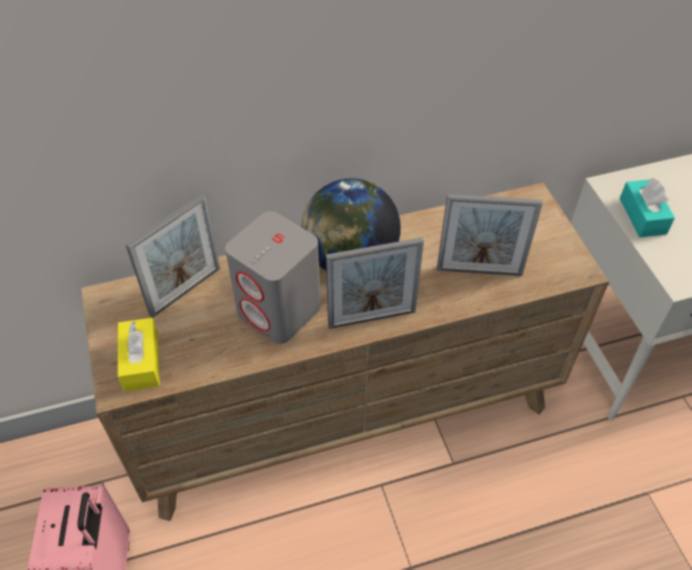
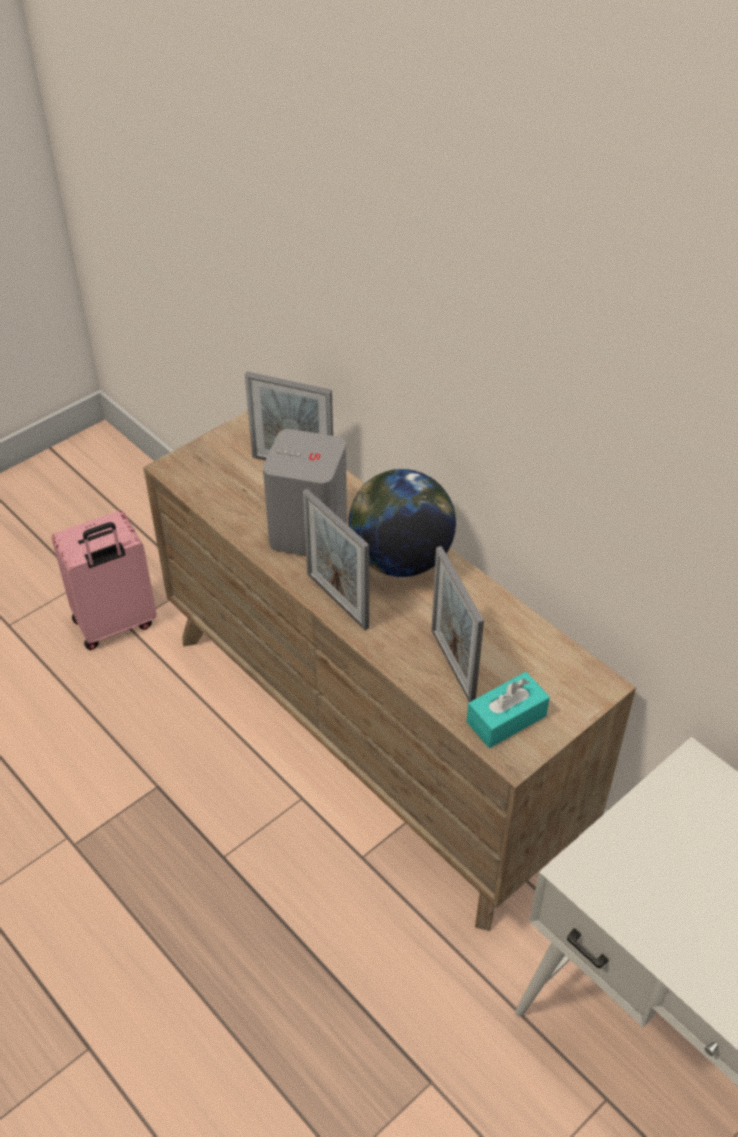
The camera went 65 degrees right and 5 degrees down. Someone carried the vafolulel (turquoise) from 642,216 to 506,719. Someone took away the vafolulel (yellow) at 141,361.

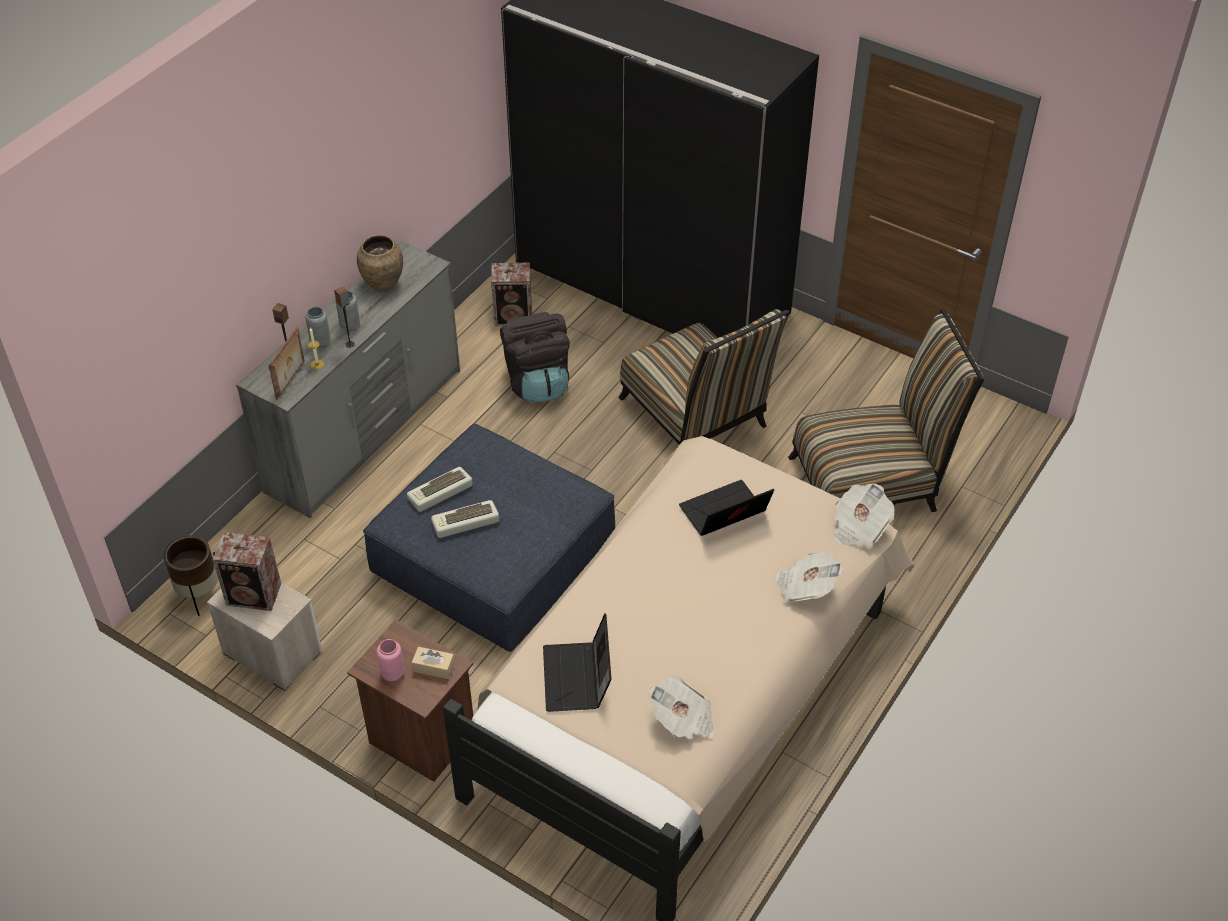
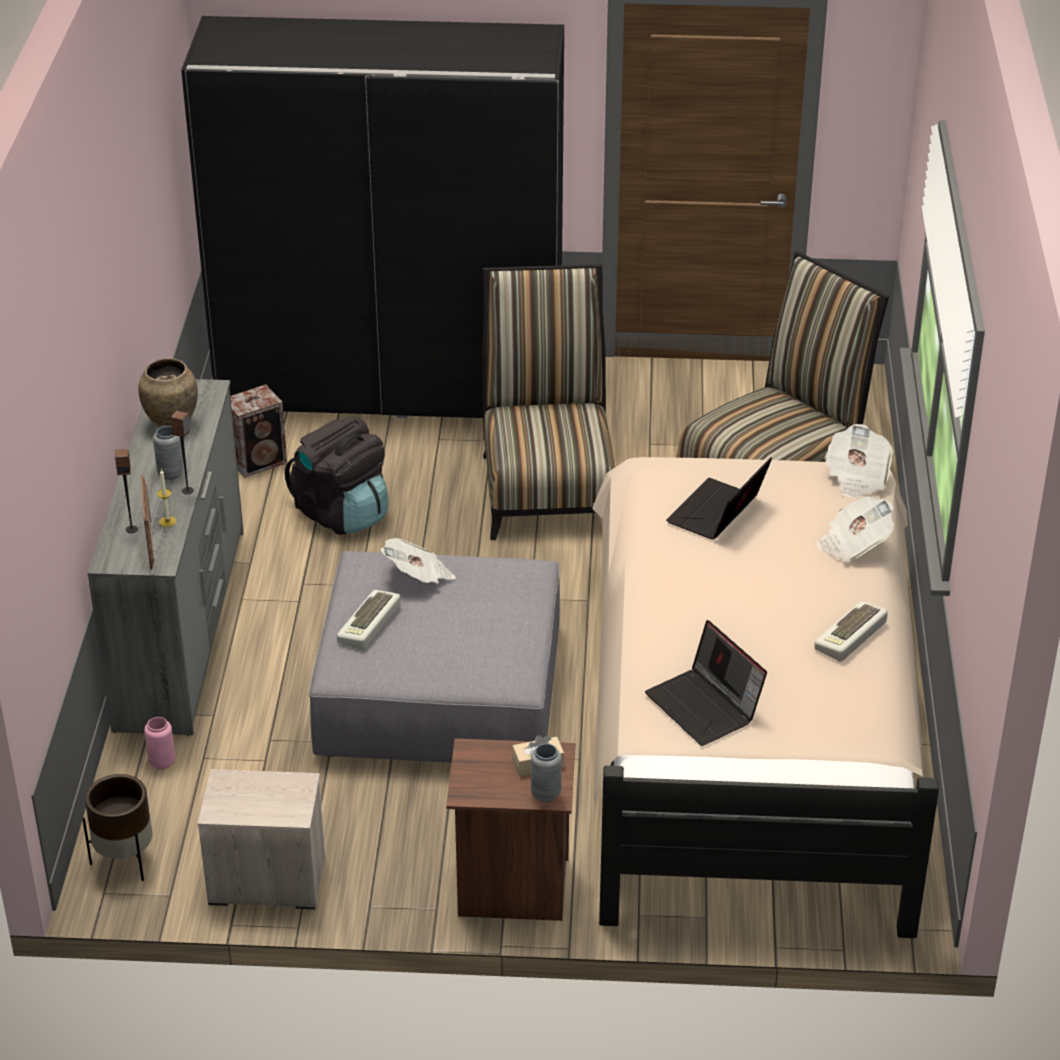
The camera went 30 degrees left and 10 degrees down. Someone carried the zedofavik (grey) from 320,342 to 545,794. Someone rotated the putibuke at 697,418 by 120 degrees counterclockwise. Someone repainted the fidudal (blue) at 493,557, which became the fidudal (grey) at 440,692. Someone carried the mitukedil from 465,523 to 851,637. Someone took away the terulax at 255,595. Someone carried the zedofavik (pink) from 393,674 to 162,762. Someone carried the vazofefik from 683,720 to 419,577.

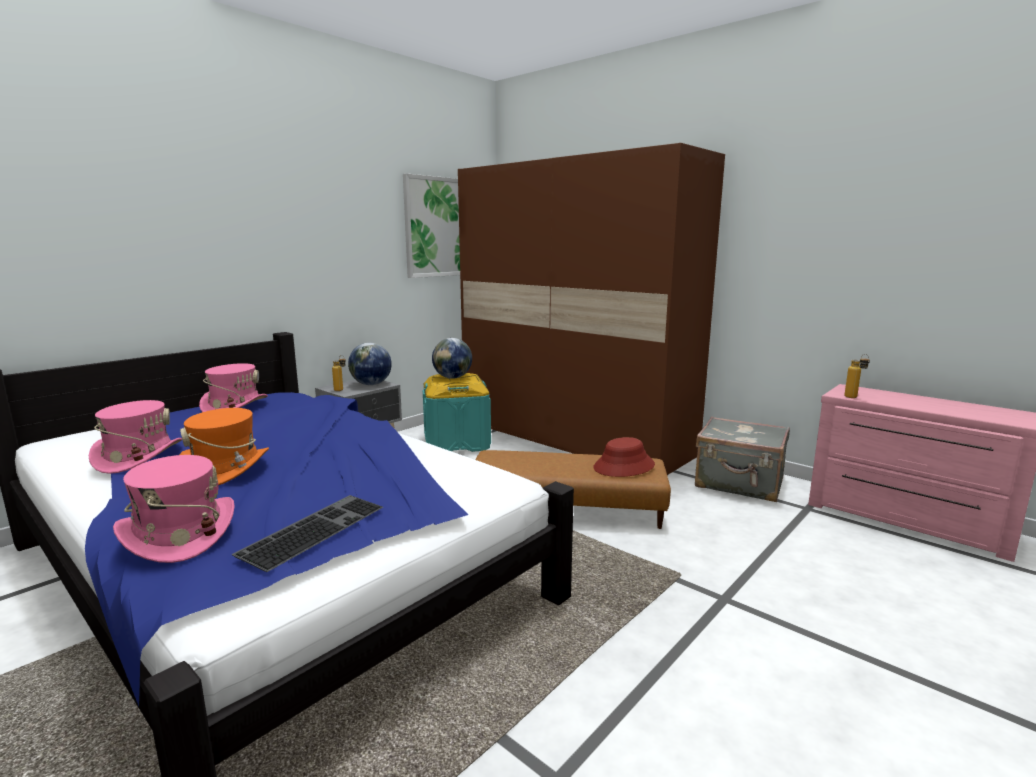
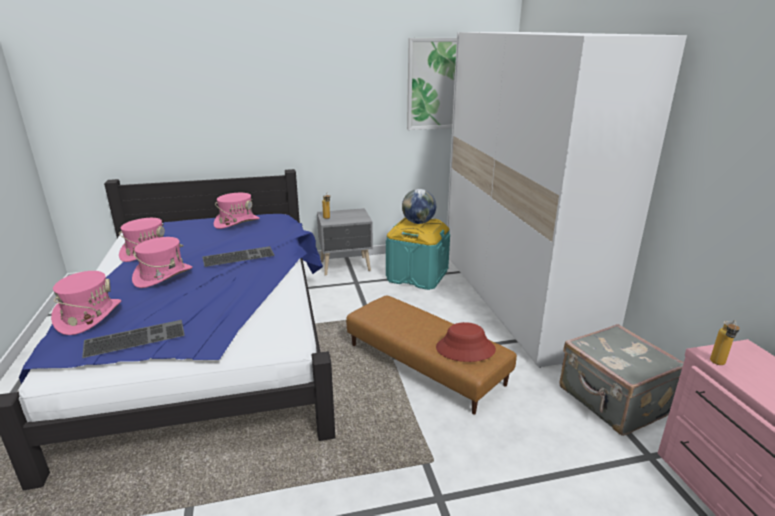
The camera went 35 degrees right and 10 degrees up. Someone repainted the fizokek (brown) at 572,438, which became the fizokek (white) at 515,298. Someone took away the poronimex at 371,384. Someone repainted the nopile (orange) at 226,469, which became the nopile (pink) at 163,276. Someone put down the mitukedil at 239,256.

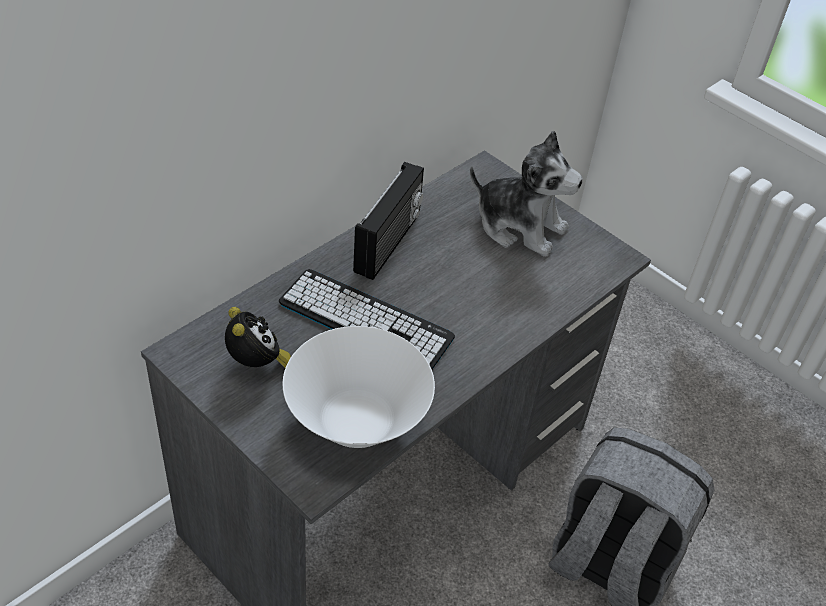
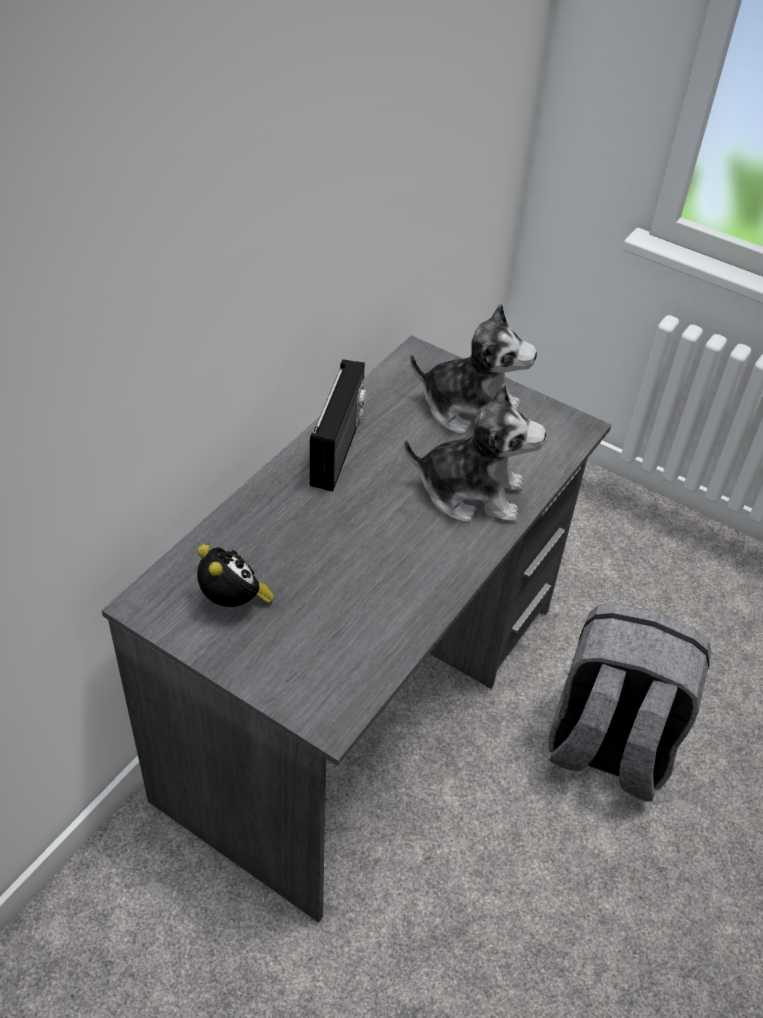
The camera went 10 degrees left and 0 degrees up. Someone took away the mitukedil at 365,320. Someone took away the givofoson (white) at 356,421. Someone put down the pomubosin at 471,493.

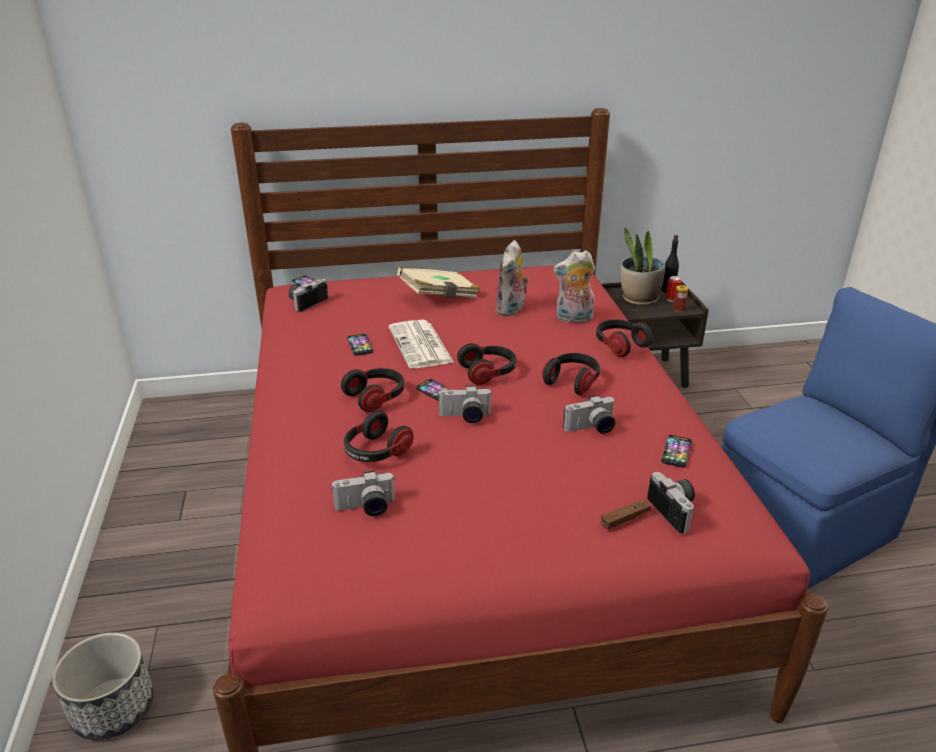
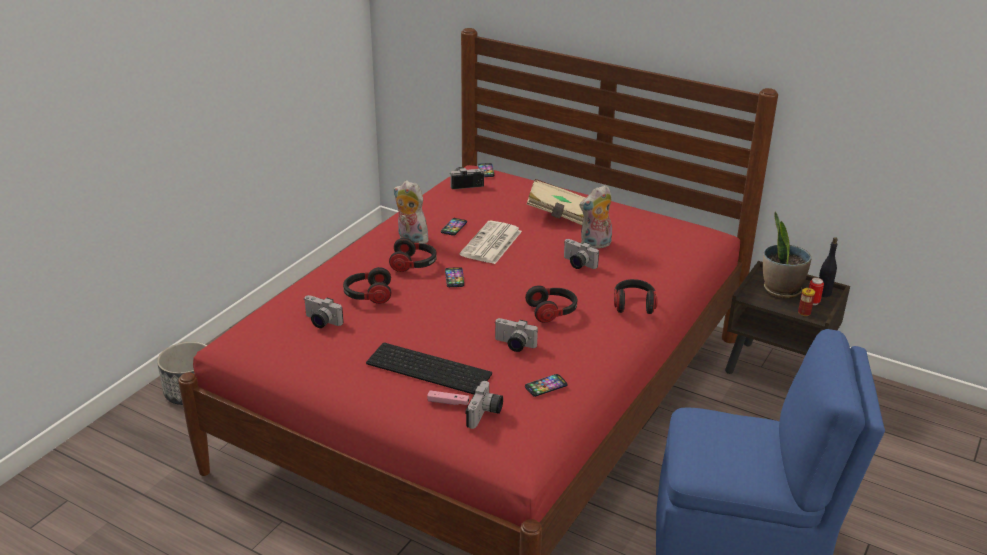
The camera went 40 degrees right and 0 degrees up. Someone carried the pomubosin from 573,319 to 410,239. Someone took away the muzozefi at 488,373. Someone carried the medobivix from 465,417 to 577,264. Someone repainted the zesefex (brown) at 625,519, which became the zesefex (pink) at 448,402. Someone put down the mitukedil at 431,368.

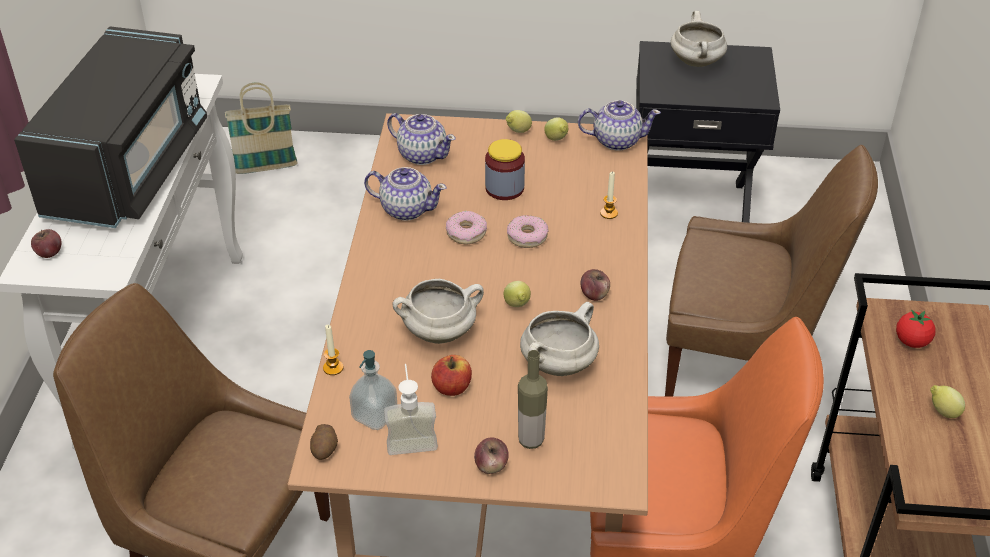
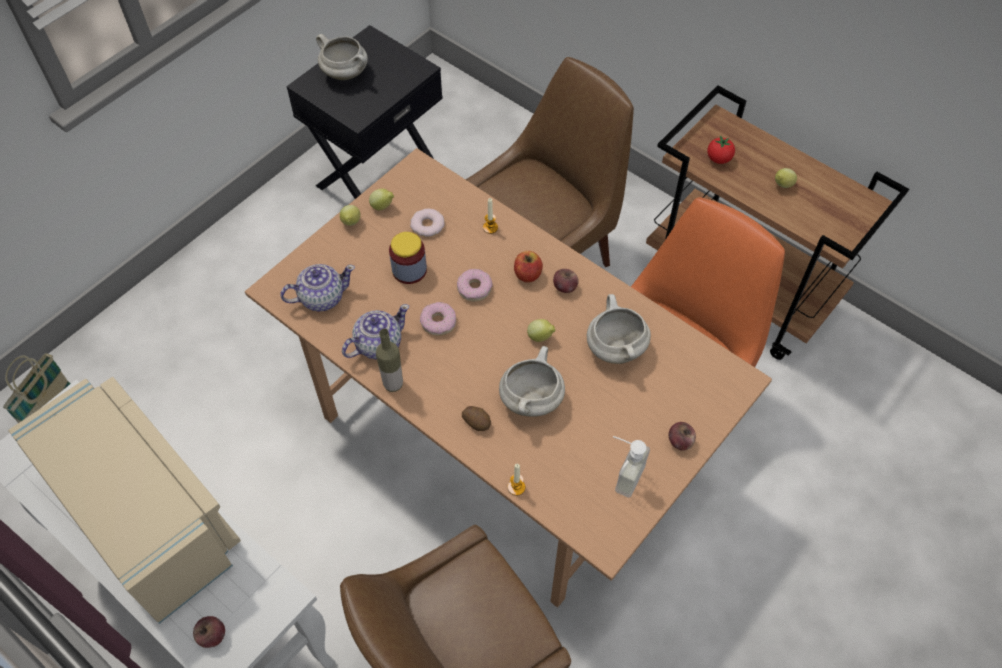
The camera went 55 degrees left and 15 degrees up. Someone repainted the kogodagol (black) at 129,168, which became the kogodagol (beige) at 146,517. Someone took away the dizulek at 616,140. Someone took away the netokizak at 375,415. Someone carried the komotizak from 531,440 to 393,384. Someone carried the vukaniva from 452,387 to 527,274. Someone carried the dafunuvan from 325,449 to 477,422. Someone put down the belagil at 427,225.

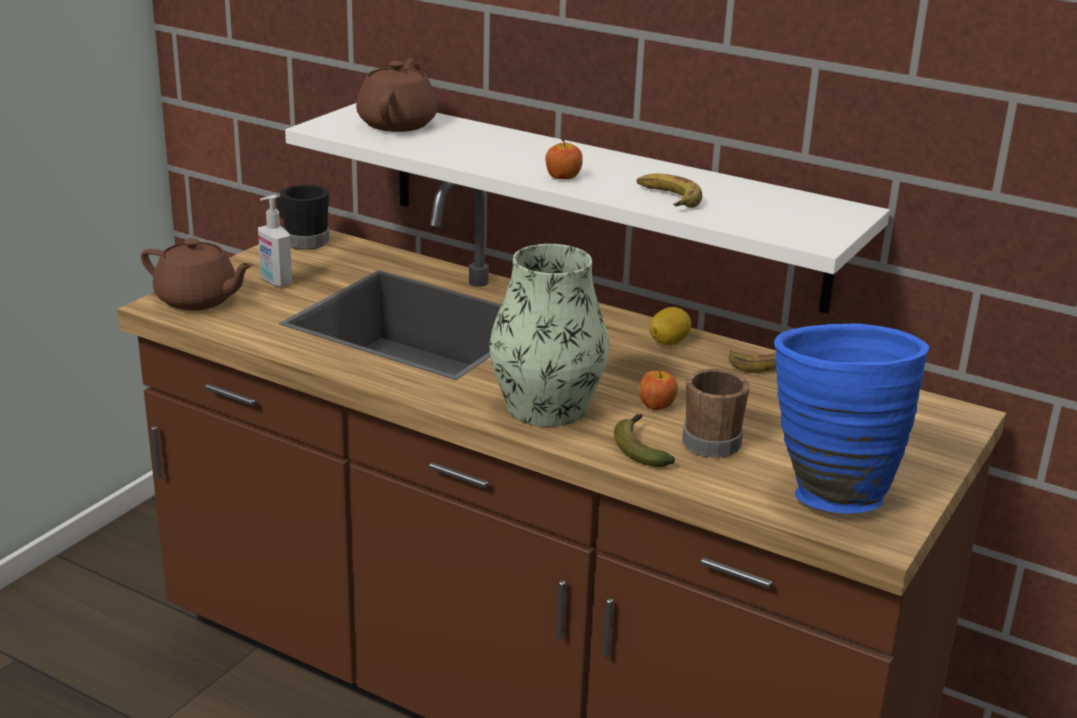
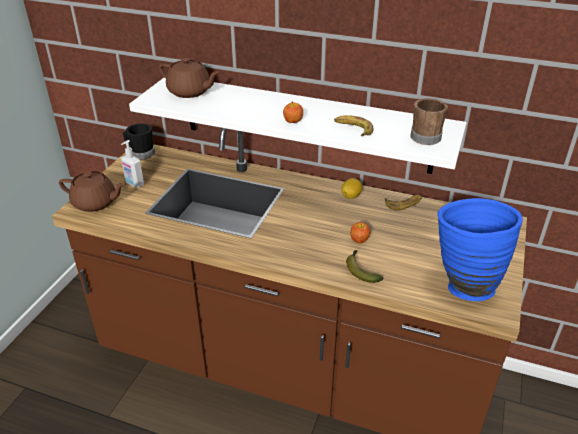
The camera went 10 degrees left and 10 degrees up. Someone rotated the dizulek (brown) at 398,123 by 120 degrees clockwise. Someone took away the zedofavik at 547,406. Someone carried the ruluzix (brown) from 712,439 to 425,135.

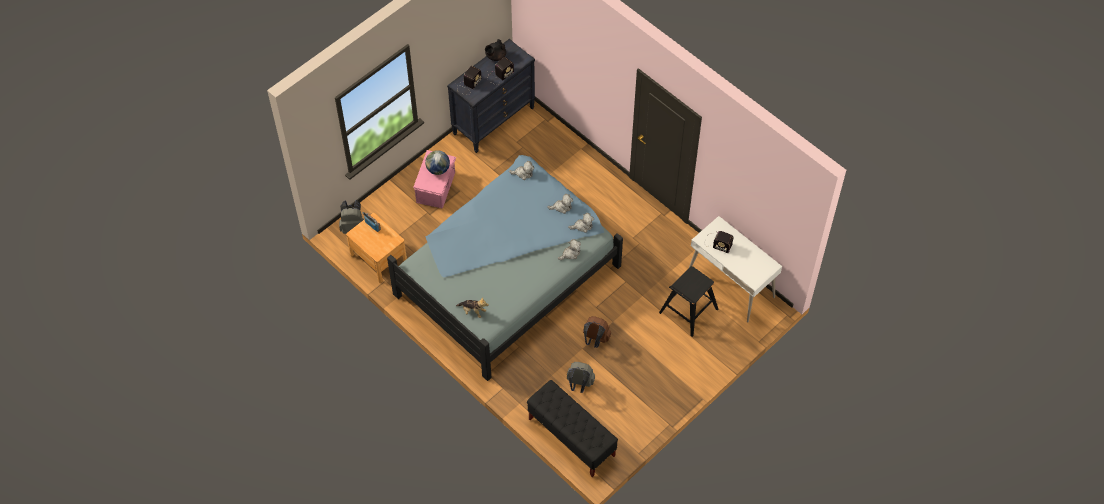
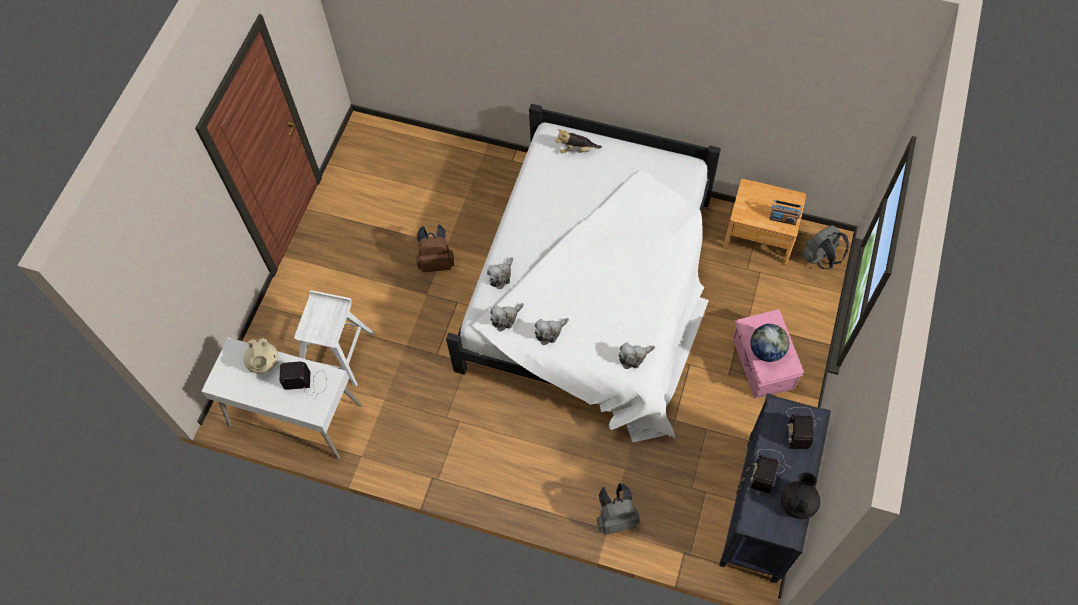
The camera went 155 degrees right and 5 degrees up. Someone repainted the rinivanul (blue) at 506,273, which became the rinivanul (white) at 593,292. Someone repainted the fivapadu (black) at 688,311, which became the fivapadu (white) at 337,352. Someone carried the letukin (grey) from 579,384 to 616,518. Someone took away the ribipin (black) at 571,437. Someone put down the dizulek (beige) at 264,363.

